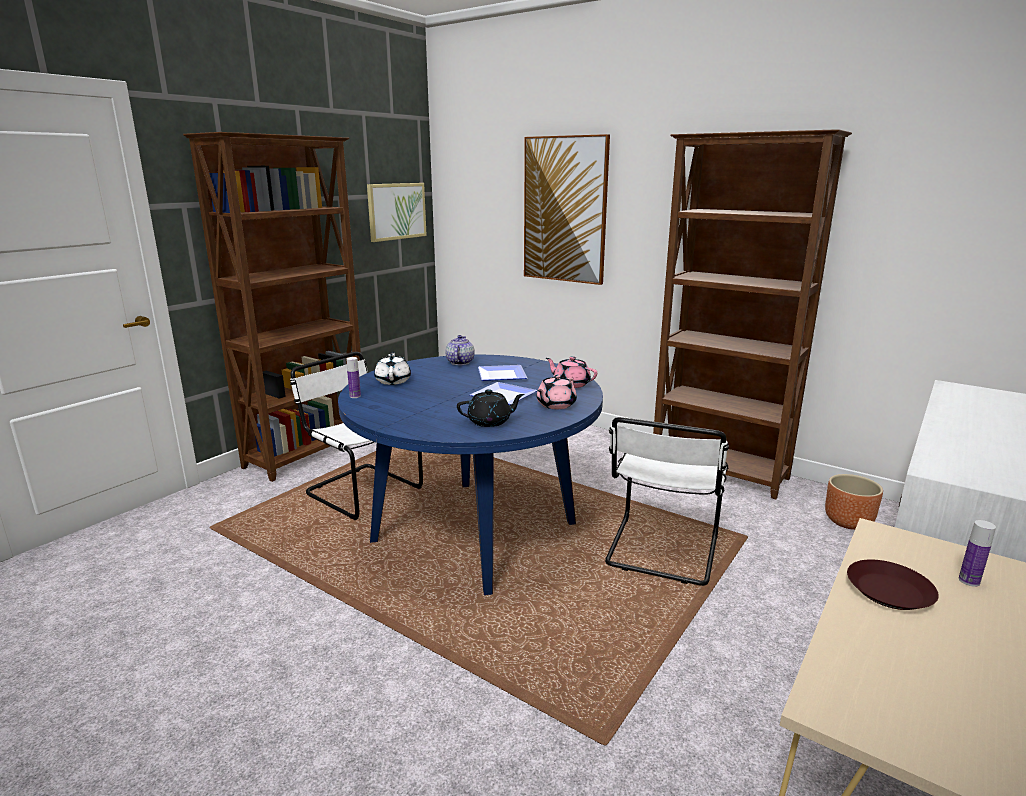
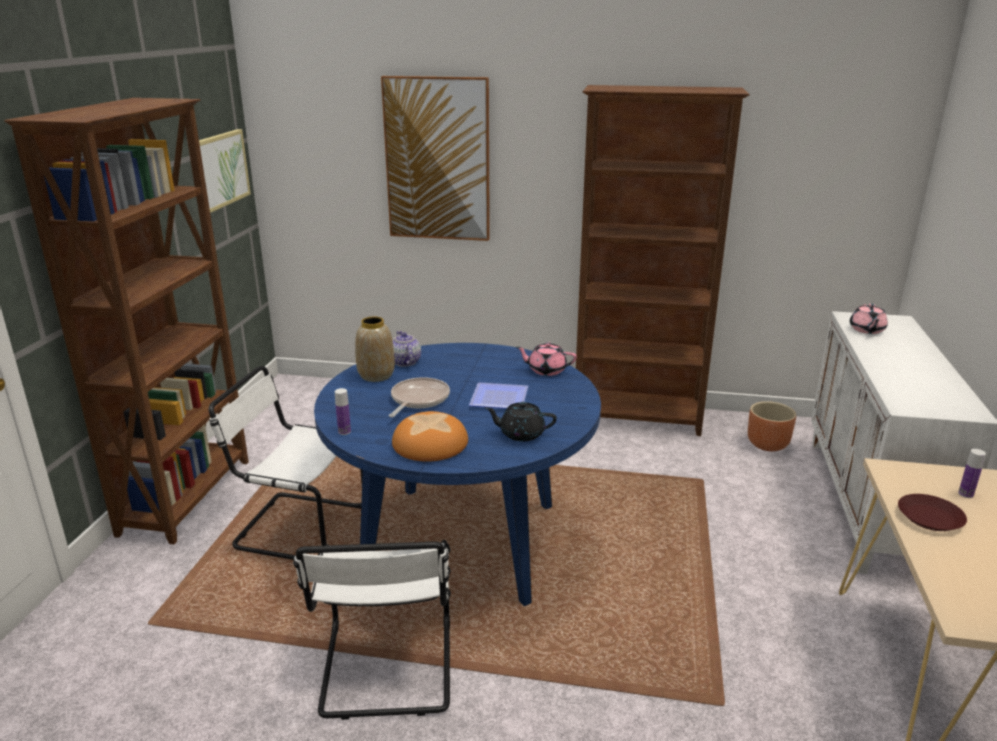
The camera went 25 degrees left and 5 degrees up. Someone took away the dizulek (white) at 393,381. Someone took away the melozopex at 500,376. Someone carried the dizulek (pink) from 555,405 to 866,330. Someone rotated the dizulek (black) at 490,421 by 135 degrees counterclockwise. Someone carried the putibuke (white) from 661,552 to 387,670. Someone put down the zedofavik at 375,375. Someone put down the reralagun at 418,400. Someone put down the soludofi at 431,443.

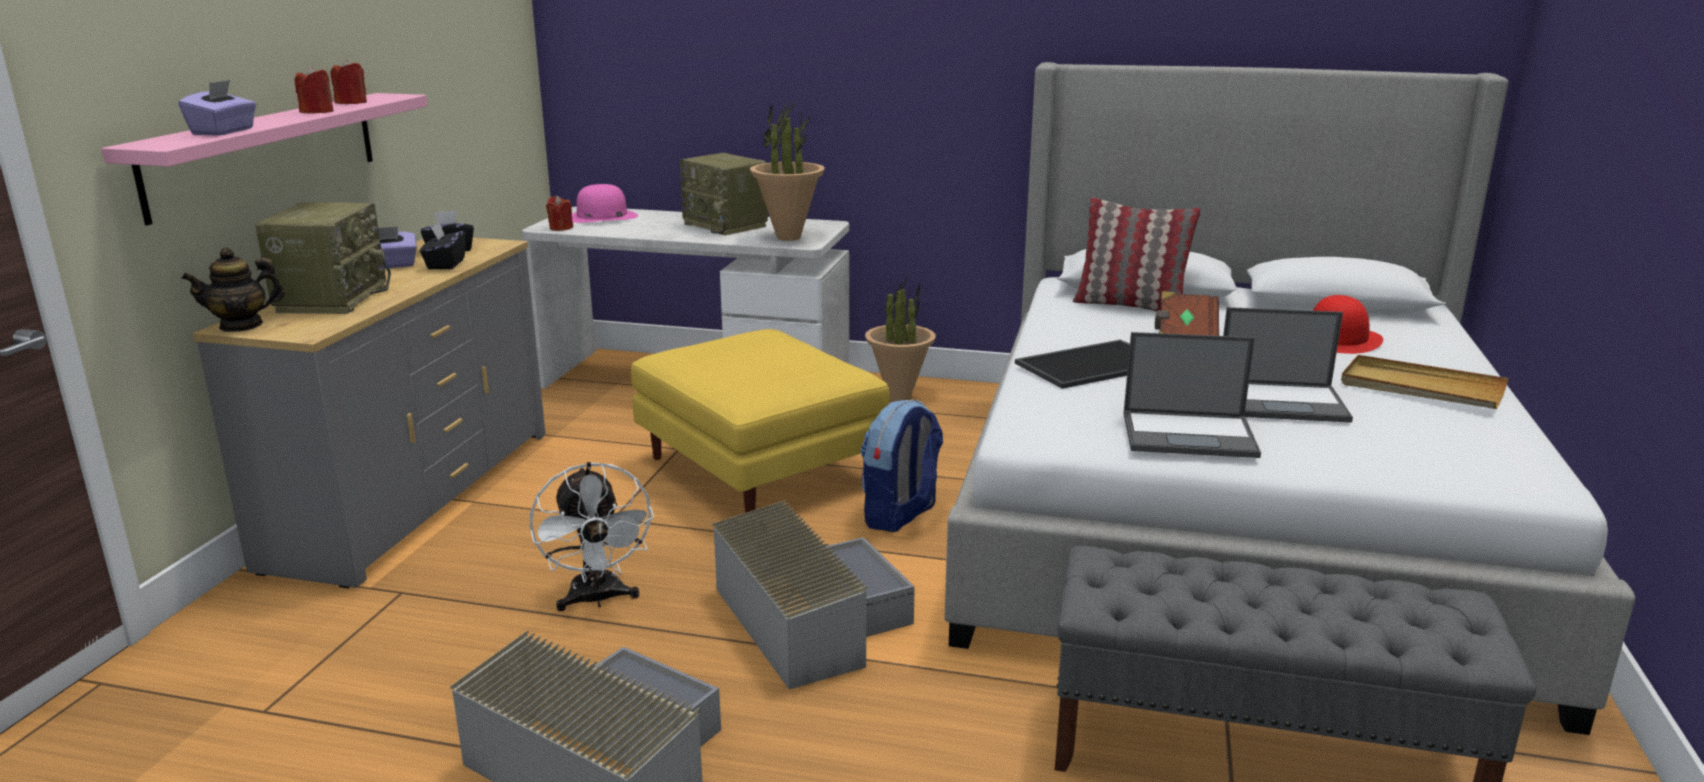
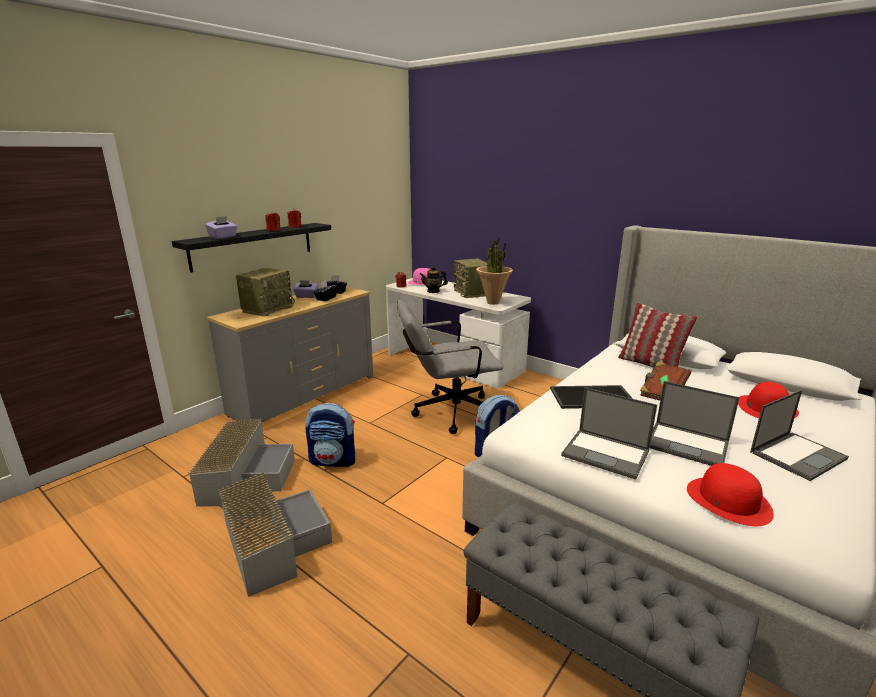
The camera went 25 degrees right and 0 degrees up. Someone repainted the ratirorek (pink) at 265,153, which became the ratirorek (black) at 253,246. Someone carried the dizulek from 241,325 to 433,291. Someone took away the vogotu at 899,397. Someone swapped the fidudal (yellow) at 757,470 for the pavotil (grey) at 447,412. Someone swapped the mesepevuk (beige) at 1421,388 for the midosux at 798,455. Someone swapped the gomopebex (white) at 597,599 for the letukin at 333,460. Someone carried the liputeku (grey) from 808,618 to 246,475. Someone put down the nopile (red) at 728,500.

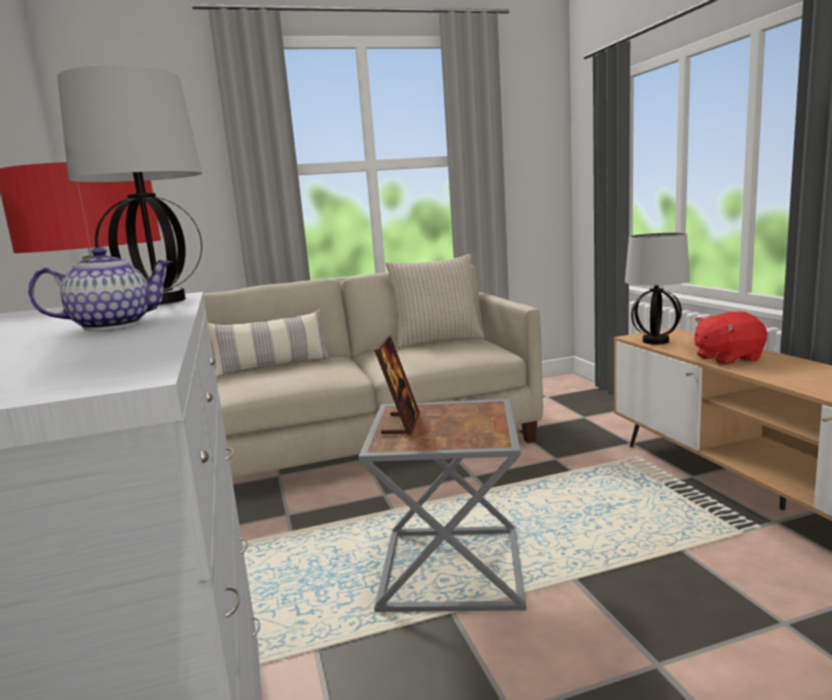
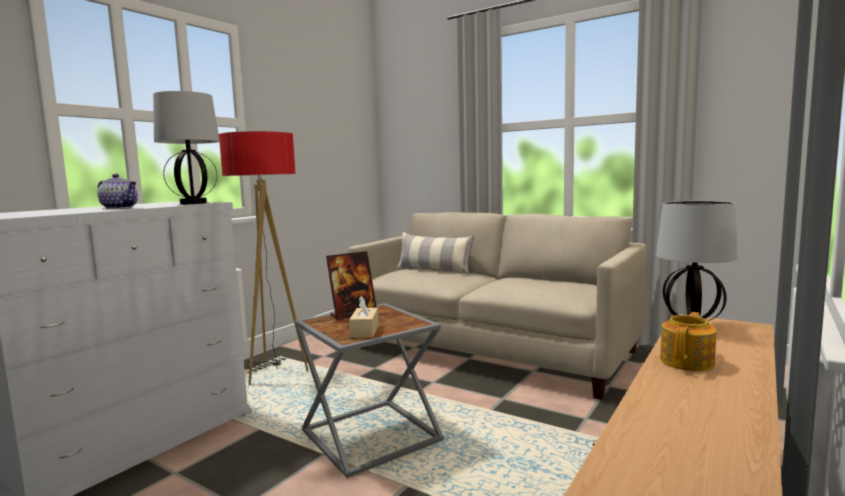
The camera went 50 degrees right and 5 degrees down. Someone took away the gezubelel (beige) at 437,340. Someone swapped the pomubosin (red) at 727,358 for the dizulek at 687,362. Someone put down the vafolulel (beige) at 364,331.

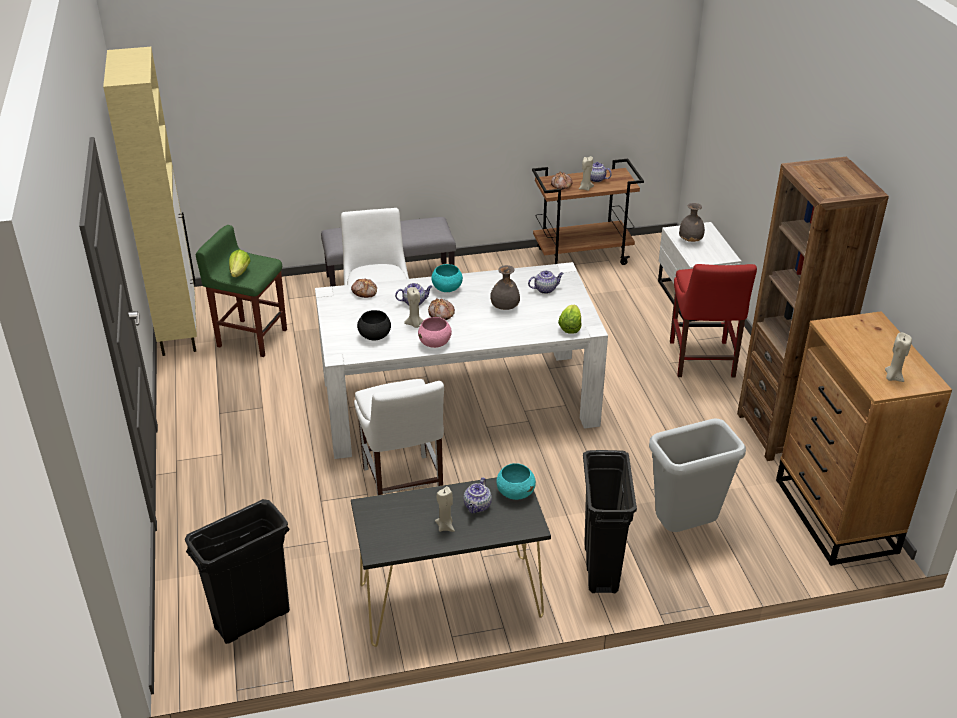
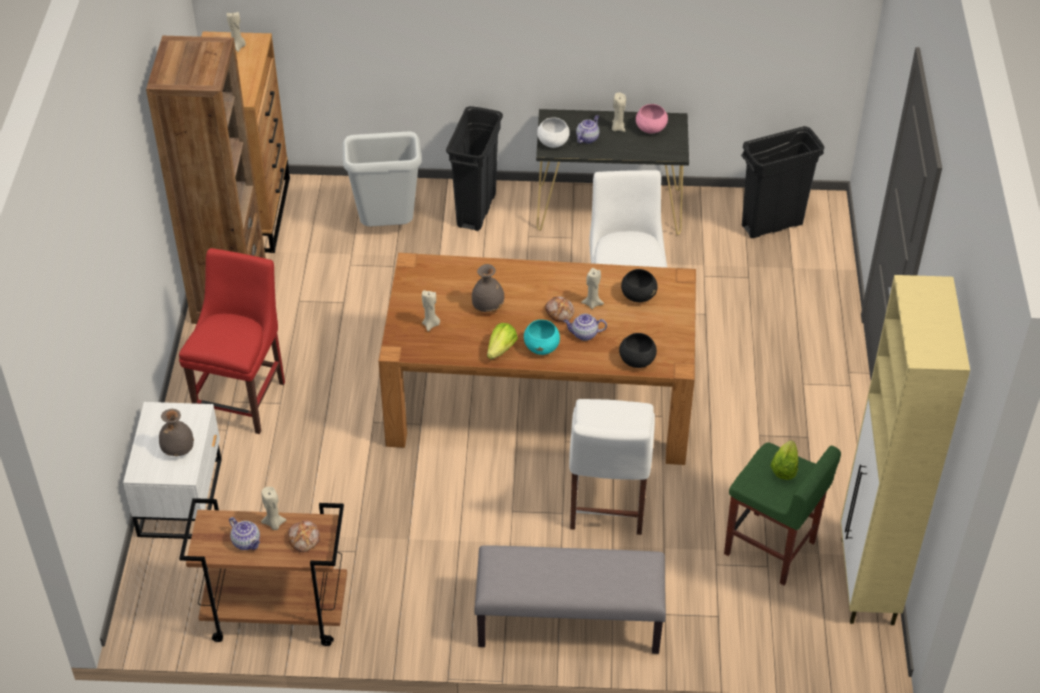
The camera went 165 degrees left and 10 degrees up. Someone repainted the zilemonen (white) at 458,401, which became the zilemonen (brown) at 540,400. Someone swapped the dizulek at 545,289 for the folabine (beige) at 431,324. Someone swapped the soludofi at 364,292 for the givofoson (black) at 637,361. Someone carried the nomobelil from 570,327 to 501,349. Someone carried the givofoson (pink) from 435,343 to 650,128. Someone repainted the givofoson (turquoise) at 515,493, which became the givofoson (white) at 553,143.

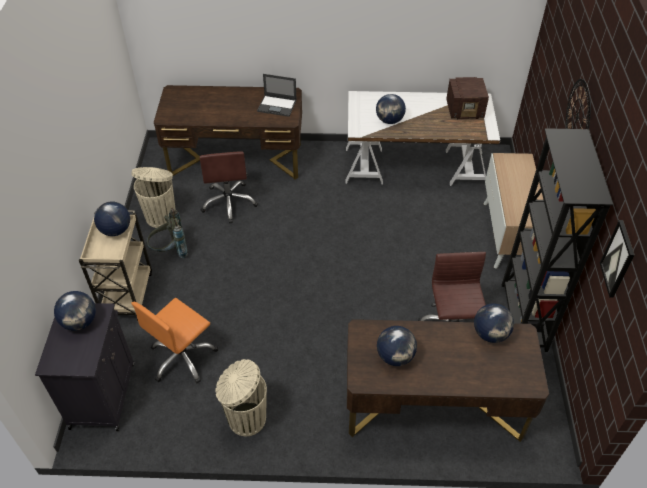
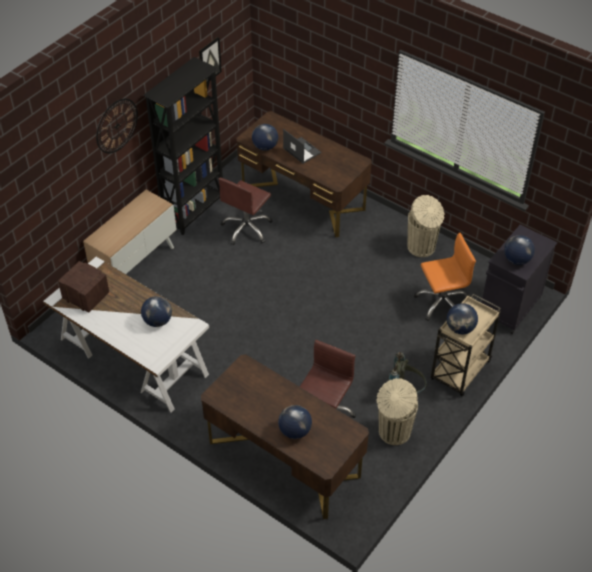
The camera went 145 degrees left and 0 degrees up. Someone carried the midosux from 277,106 to 301,150. Someone carried the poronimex from 395,356 to 294,431.

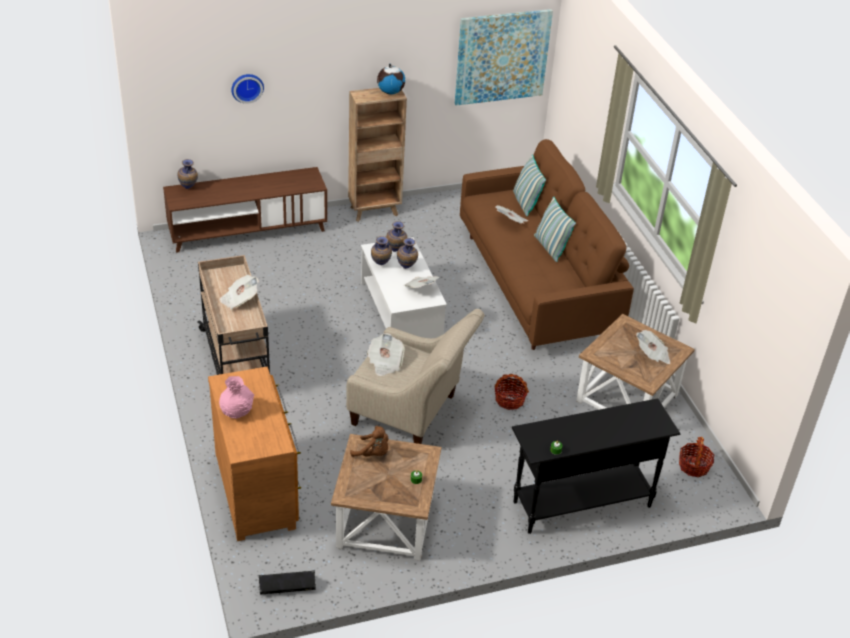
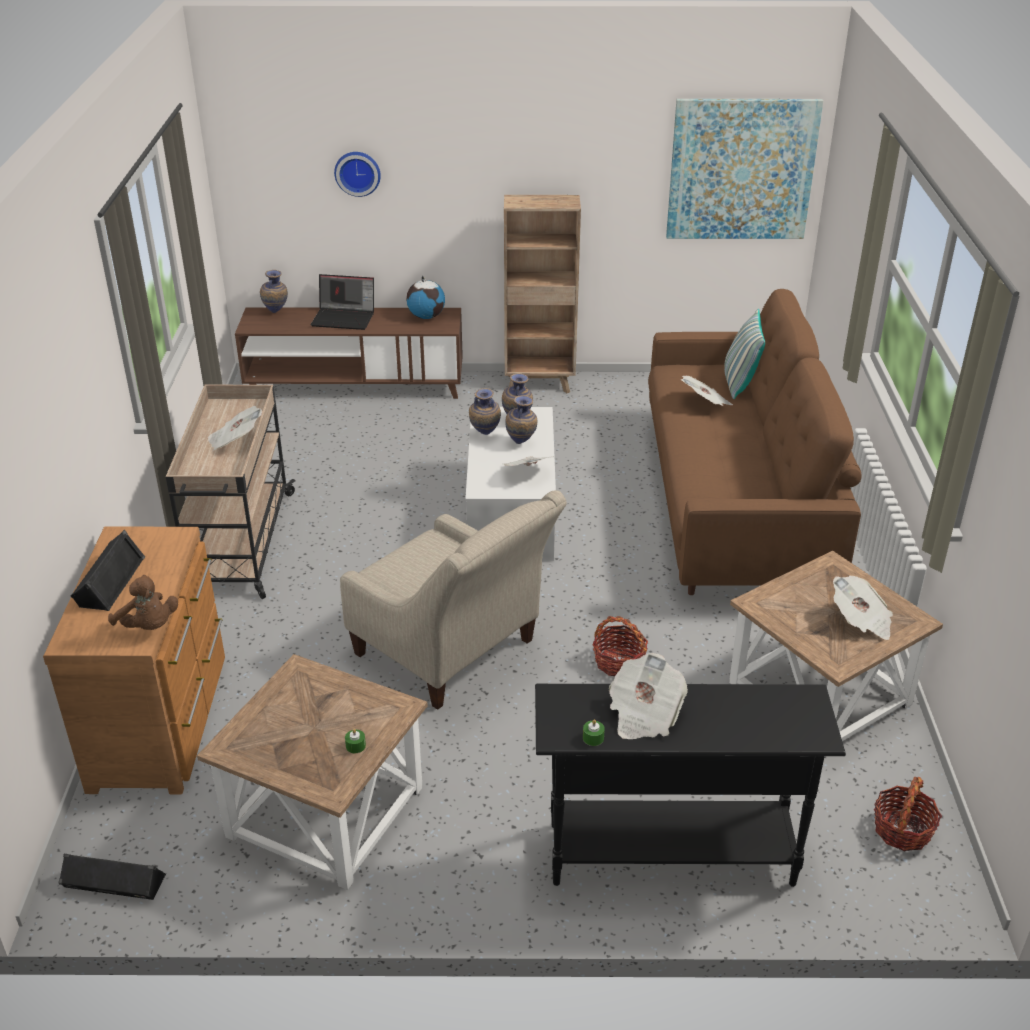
The camera went 20 degrees right and 5 degrees down. Someone carried the poronimex from 390,92 to 426,316. Someone took away the gezubelel at 550,248. Someone carried the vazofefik from 385,363 to 643,714. Someone swapped the zedofavik (pink) at 237,411 for the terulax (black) at 108,581. Someone carried the pomubosin (brown) from 373,453 to 148,627. Someone put down the midosux at 344,318.

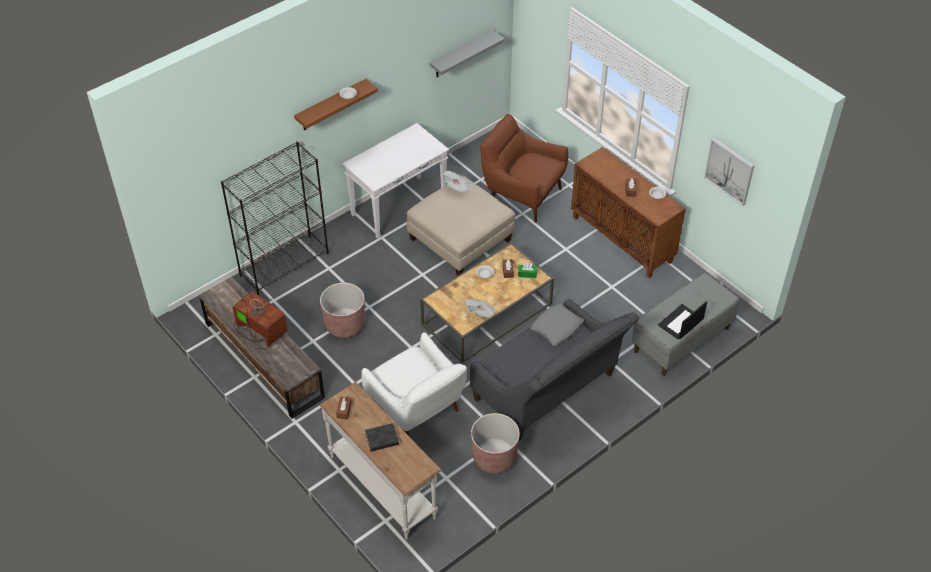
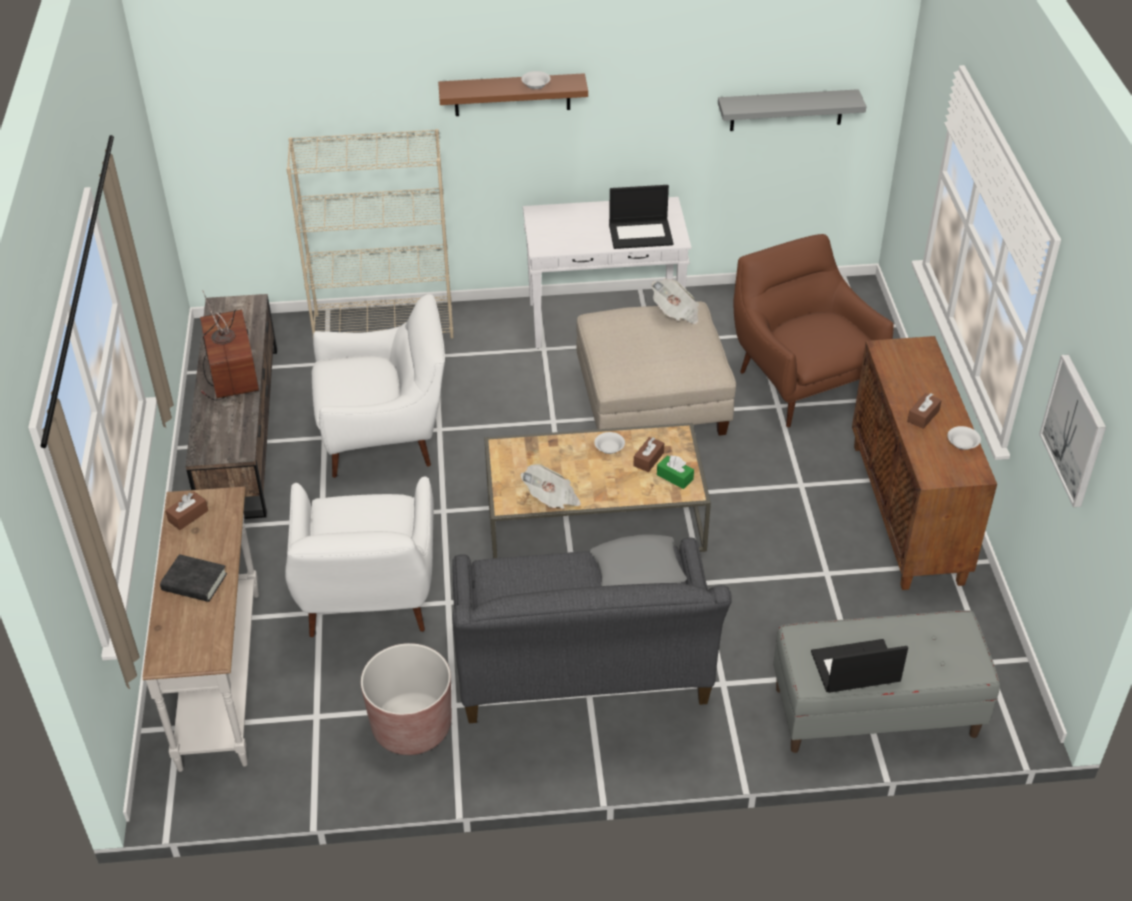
The camera went 35 degrees right and 5 degrees down. Someone repainted the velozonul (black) at 284,264, which became the velozonul (beige) at 384,325. Someone swapped the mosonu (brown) at 345,324 for the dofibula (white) at 385,436. Someone put down the midosux at 641,234.

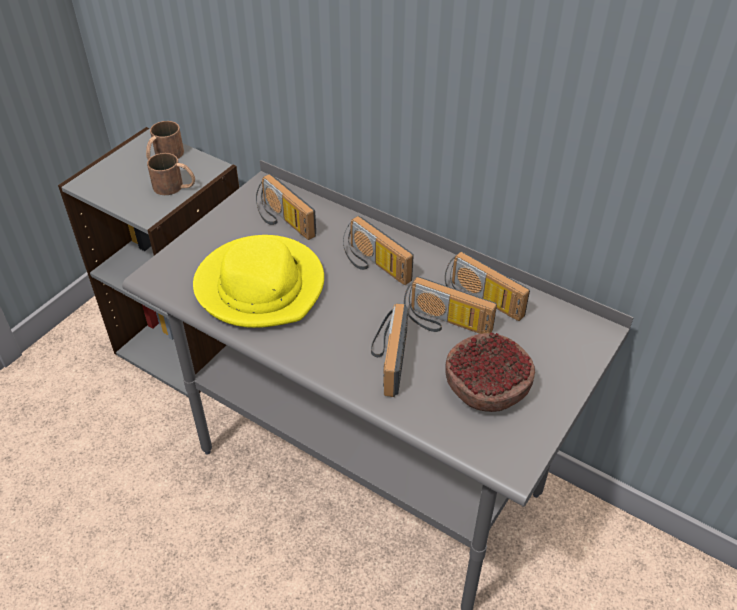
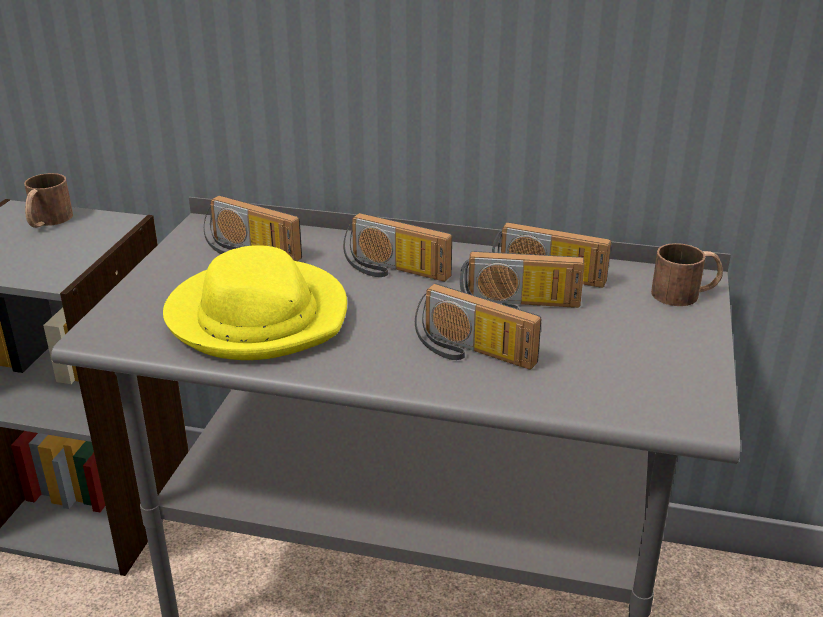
The camera went 20 degrees left and 15 degrees down. Someone carried the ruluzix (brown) from 175,187 to 686,293. Someone rotated the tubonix at 386,359 by 45 degrees counterclockwise. Someone took away the givofoson at 485,387.

